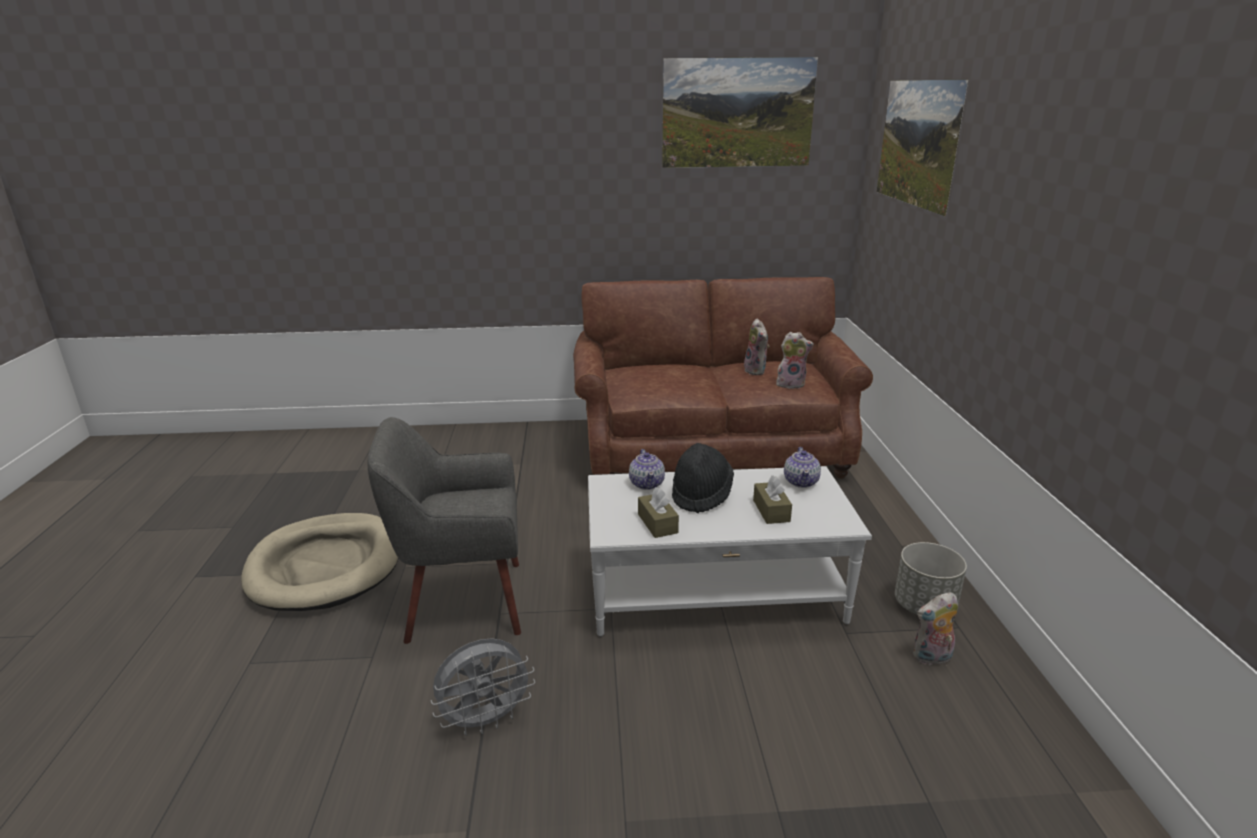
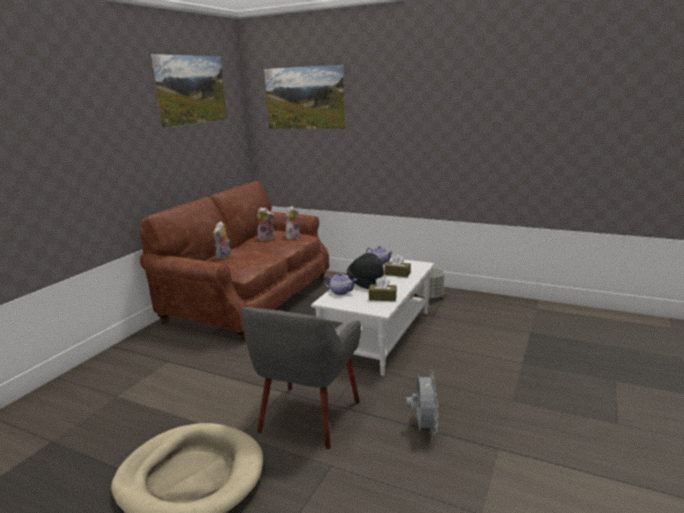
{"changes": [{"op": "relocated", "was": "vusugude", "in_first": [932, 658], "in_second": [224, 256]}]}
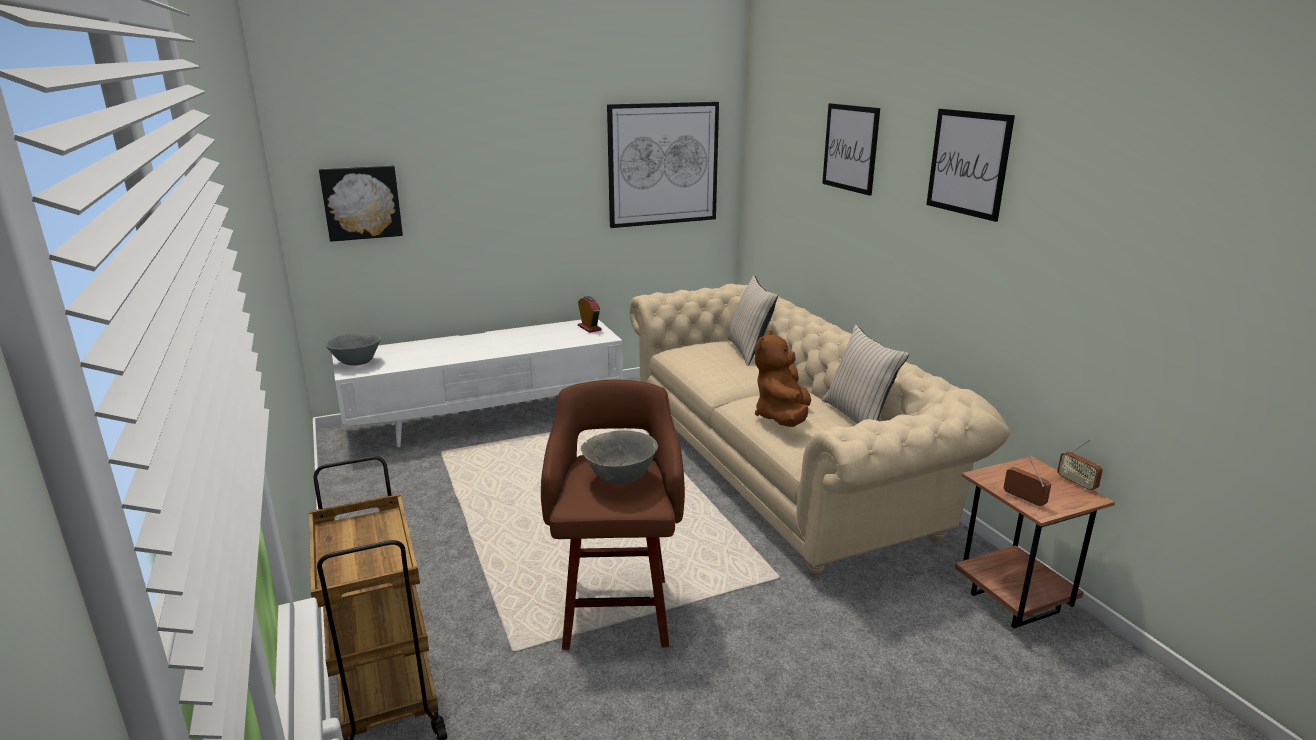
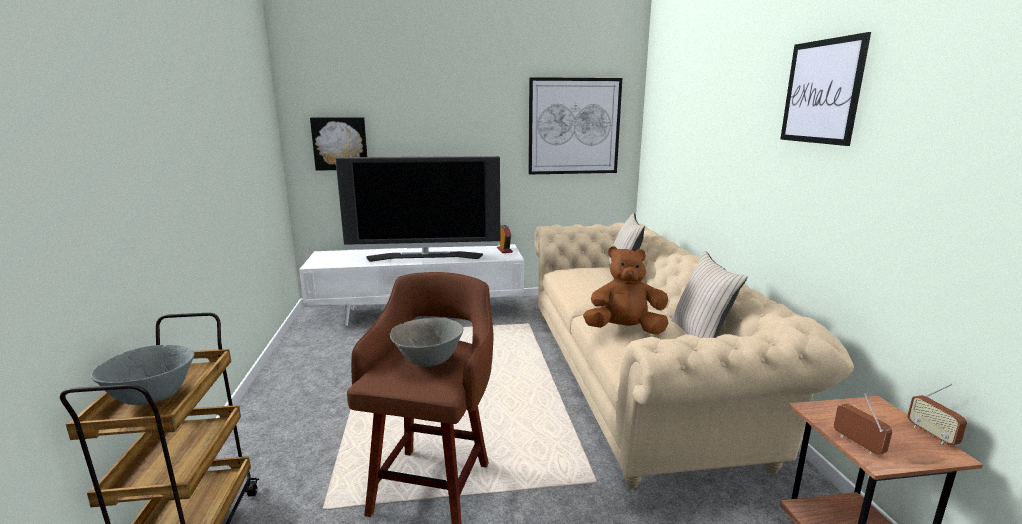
{"changes": [{"op": "missing", "was": "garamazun", "in_first": [850, 148]}, {"op": "appeared", "now": "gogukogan", "in_second": [425, 257]}, {"op": "relocated", "was": "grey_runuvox", "in_first": [356, 363], "in_second": [152, 398]}, {"op": "spun", "was": "brown_vusugude", "in_first": [782, 418], "in_second": [624, 330], "clockwise": 60}]}
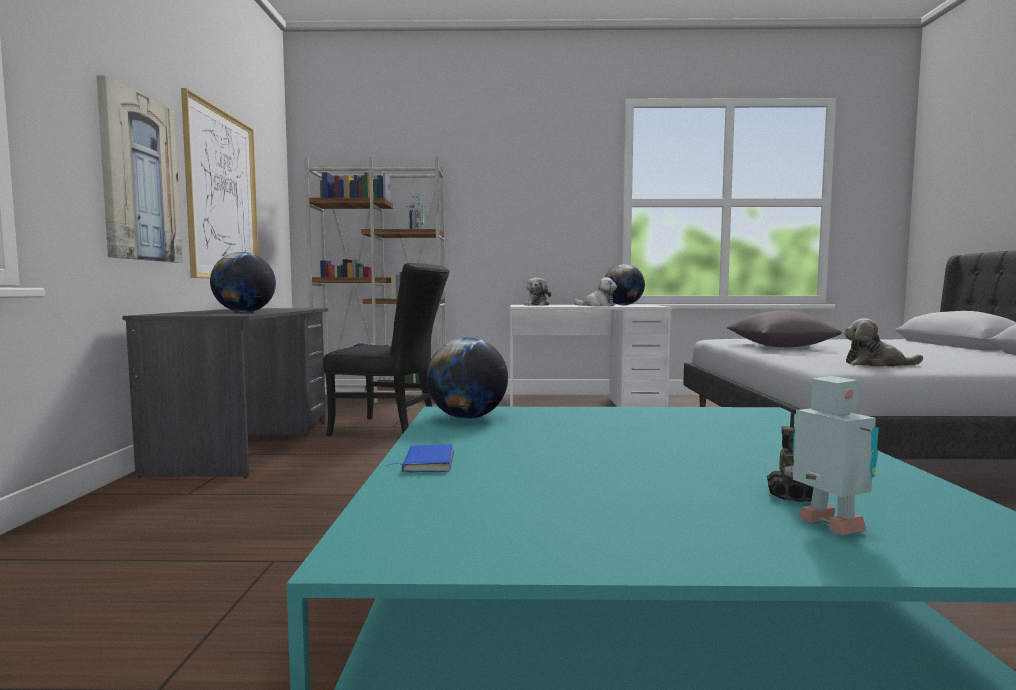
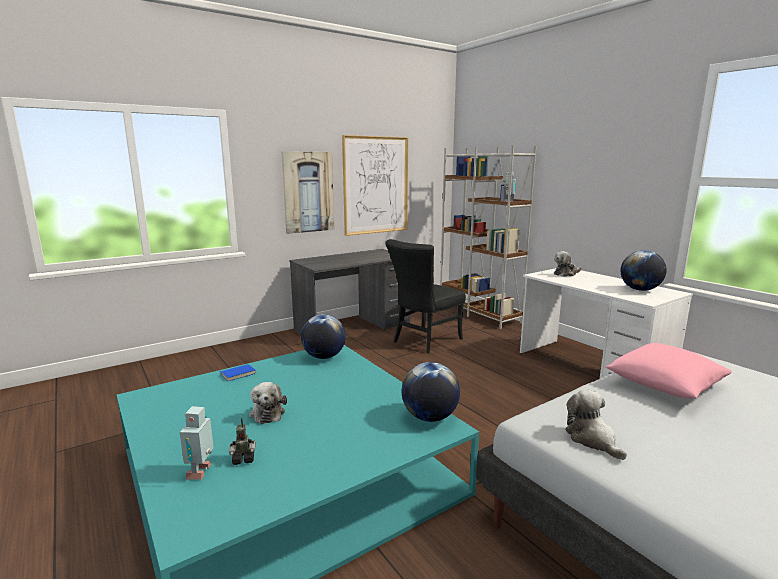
{"changes": [{"op": "relocated", "was": "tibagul", "in_first": [245, 312], "in_second": [430, 417]}, {"op": "relocated", "was": "vusugude", "in_first": [597, 306], "in_second": [267, 412]}, {"op": "colour", "was": "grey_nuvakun", "now": "pink_nuvakun", "in_first": [779, 347], "in_second": [663, 385]}, {"op": "spun", "was": "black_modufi", "in_first": [392, 429], "in_second": [424, 341], "clockwise": 60}, {"op": "spun", "was": "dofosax", "in_first": [829, 526], "in_second": [201, 471], "clockwise": 150}]}
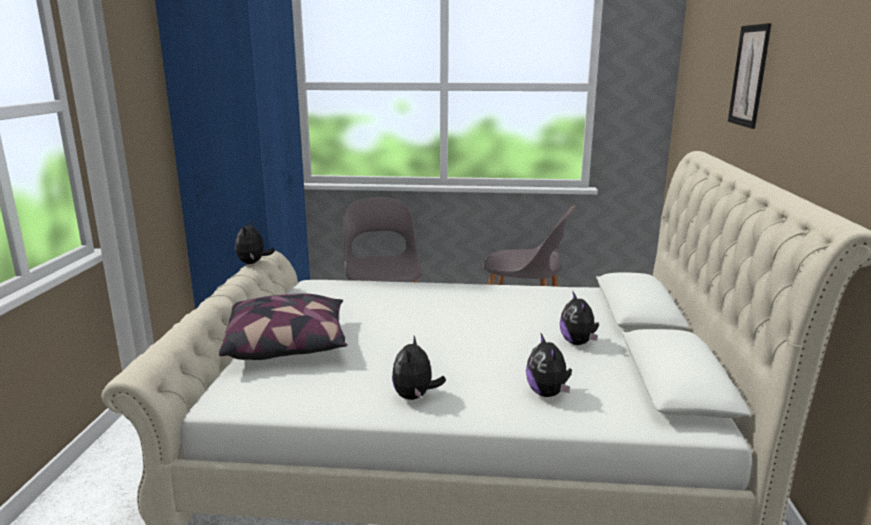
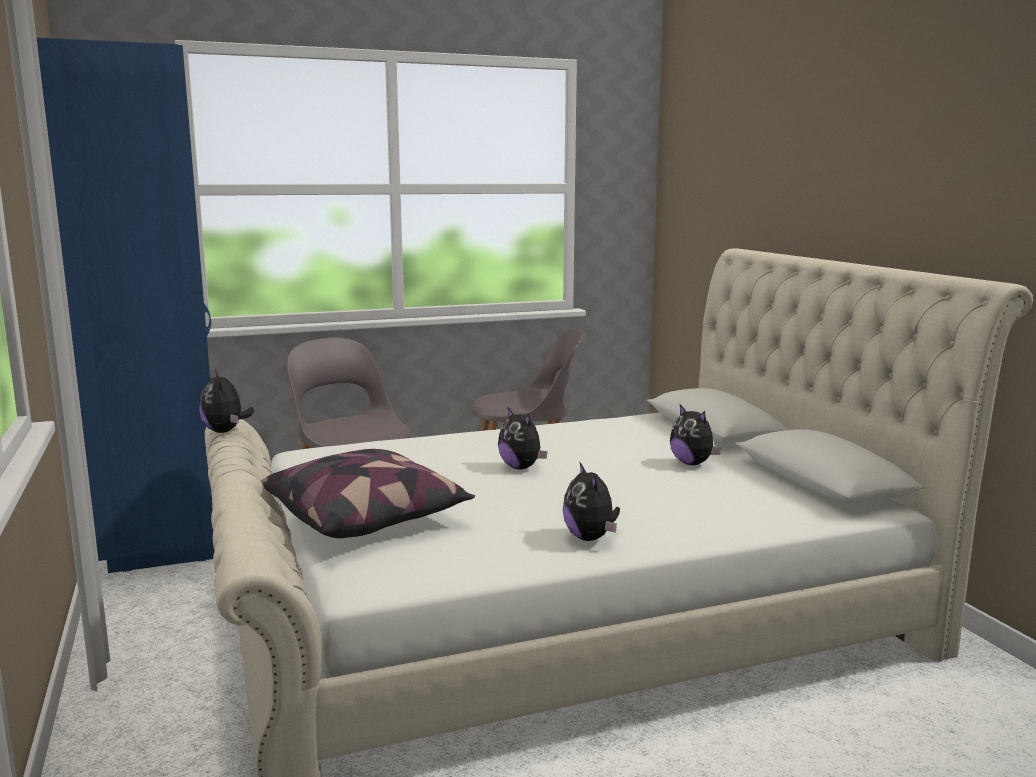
{"changes": [{"op": "missing", "was": "garamazun", "in_first": [749, 76]}, {"op": "relocated", "was": "vusugude", "in_first": [548, 393], "in_second": [521, 467]}]}
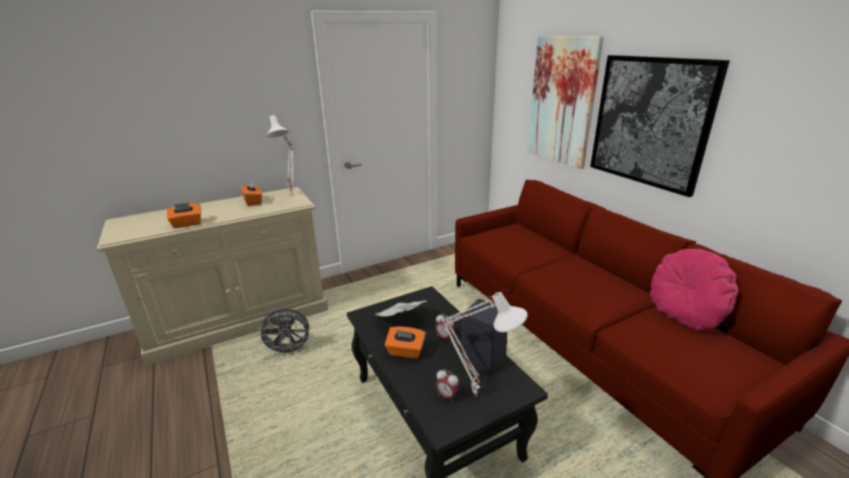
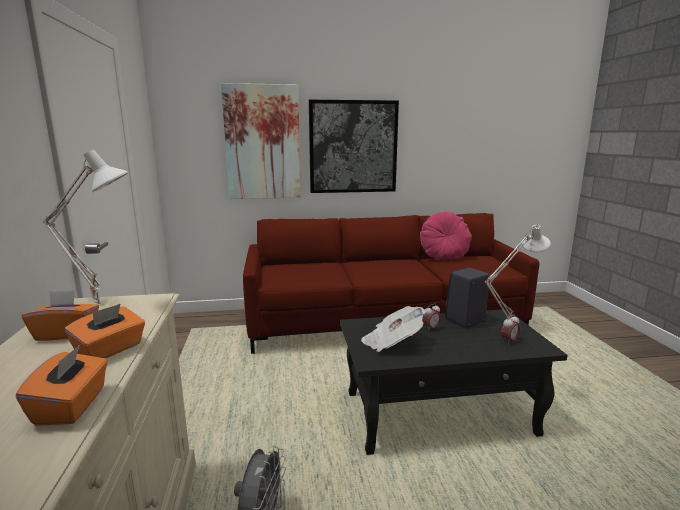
{"changes": [{"op": "relocated", "was": "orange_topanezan", "in_first": [405, 351], "in_second": [110, 350]}]}
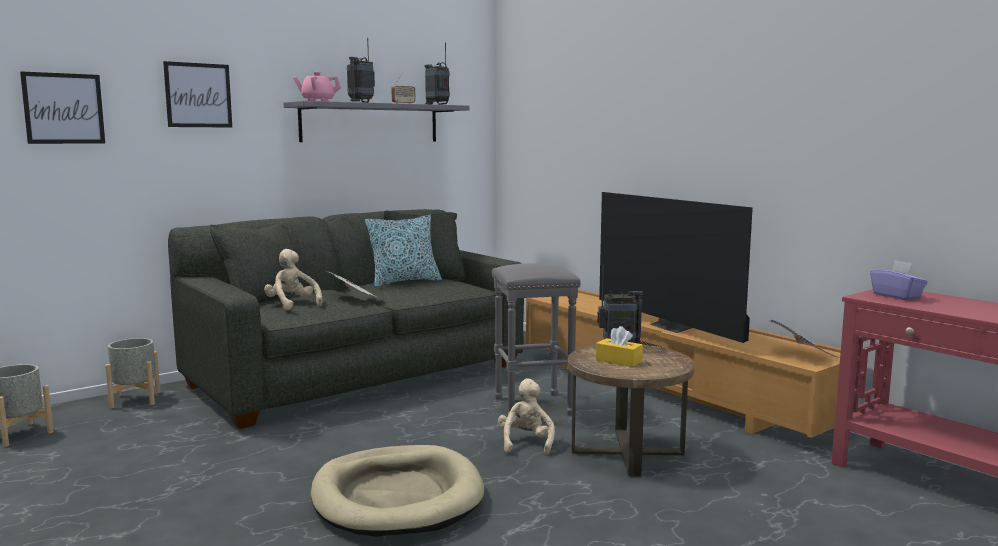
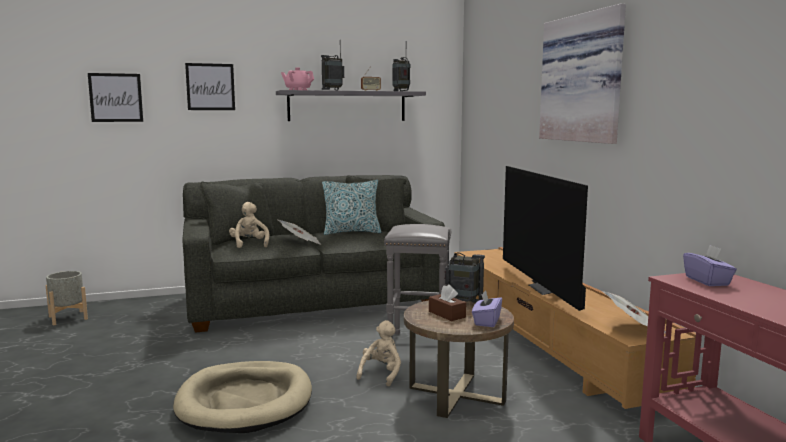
{"changes": [{"op": "missing", "was": "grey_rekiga", "in_first": [135, 399]}, {"op": "appeared", "now": "purple_topanezan", "in_second": [486, 321]}, {"op": "appeared", "now": "garamazun", "in_second": [584, 78]}, {"op": "colour", "was": "yellow_topanezan", "now": "brown_topanezan", "in_first": [619, 361], "in_second": [446, 314]}]}
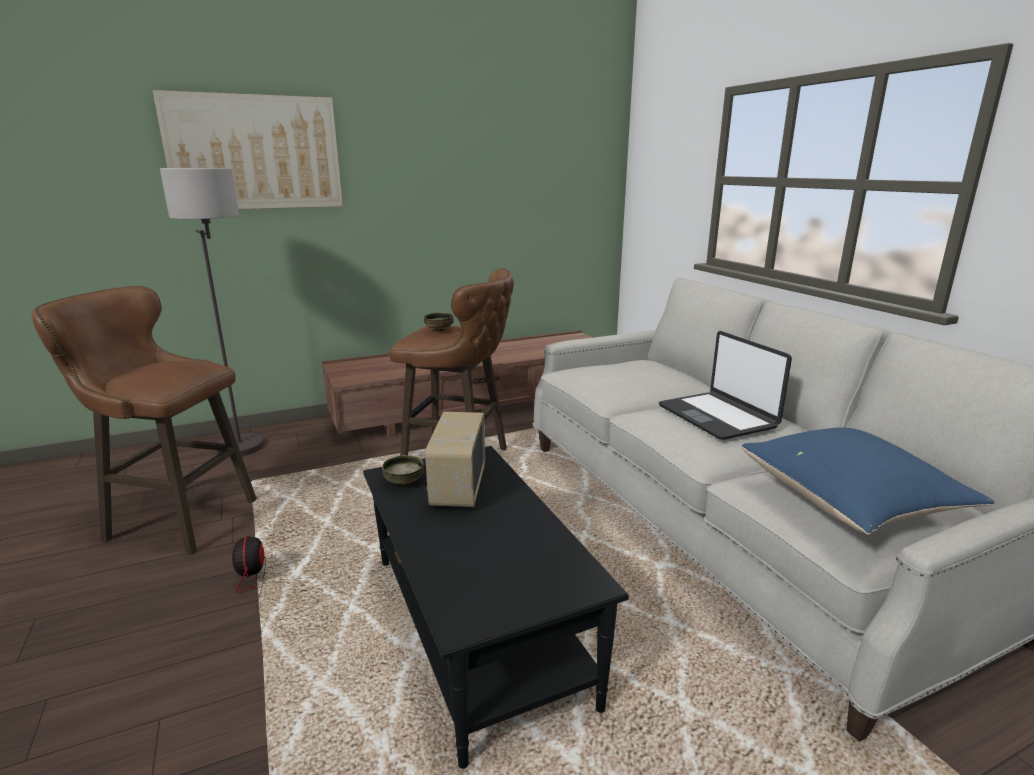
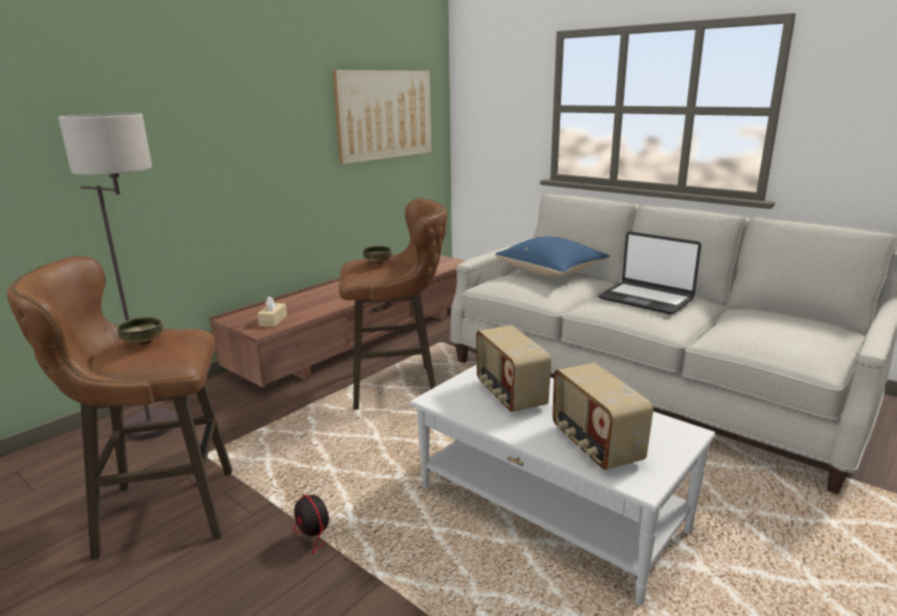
{"changes": [{"op": "appeared", "now": "beige_topanezan", "in_second": [273, 320]}, {"op": "appeared", "now": "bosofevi", "in_second": [594, 445]}, {"op": "relocated", "was": "garamazun", "in_first": [255, 153], "in_second": [385, 115]}, {"op": "relocated", "was": "runuvox", "in_first": [403, 482], "in_second": [142, 342]}, {"op": "relocated", "was": "blue_nuvakun", "in_first": [851, 504], "in_second": [552, 273]}, {"op": "colour", "was": "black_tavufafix", "now": "white_tavufafix", "in_first": [477, 627], "in_second": [550, 509]}]}
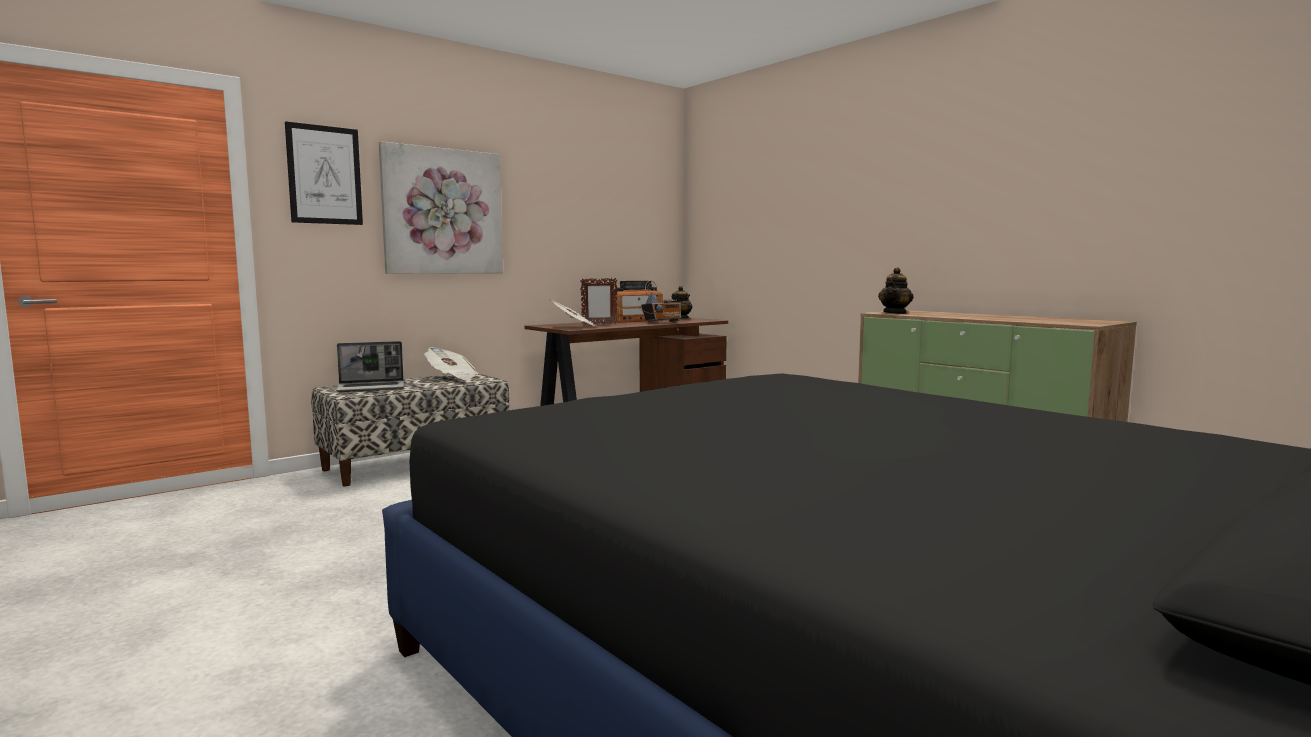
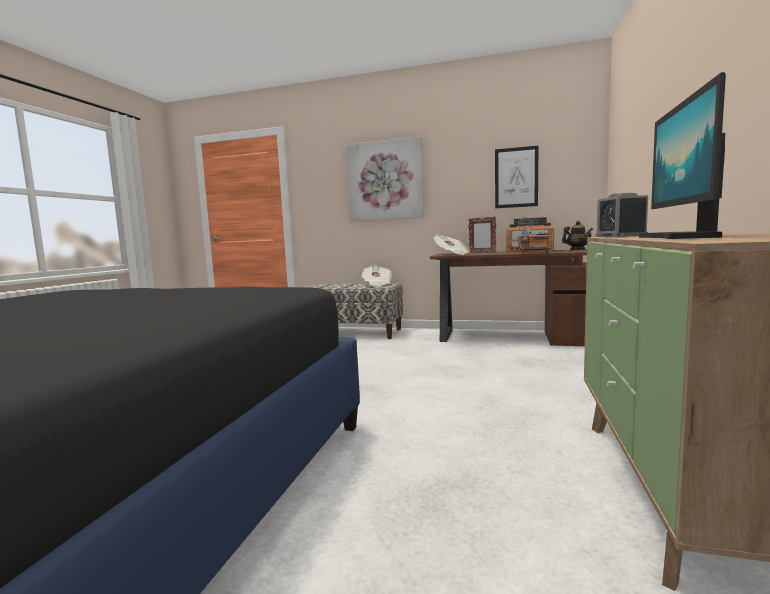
{"changes": [{"op": "missing", "was": "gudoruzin", "in_first": [372, 388]}, {"op": "appeared", "now": "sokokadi", "in_second": [680, 237]}, {"op": "relocated", "was": "garamazun", "in_first": [324, 175], "in_second": [516, 177]}, {"op": "exchanged", "was": "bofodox", "now": "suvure", "in_first": [895, 313], "in_second": [620, 236]}]}
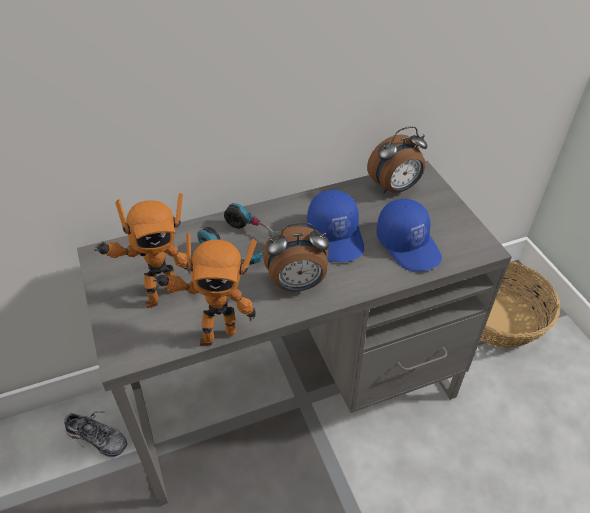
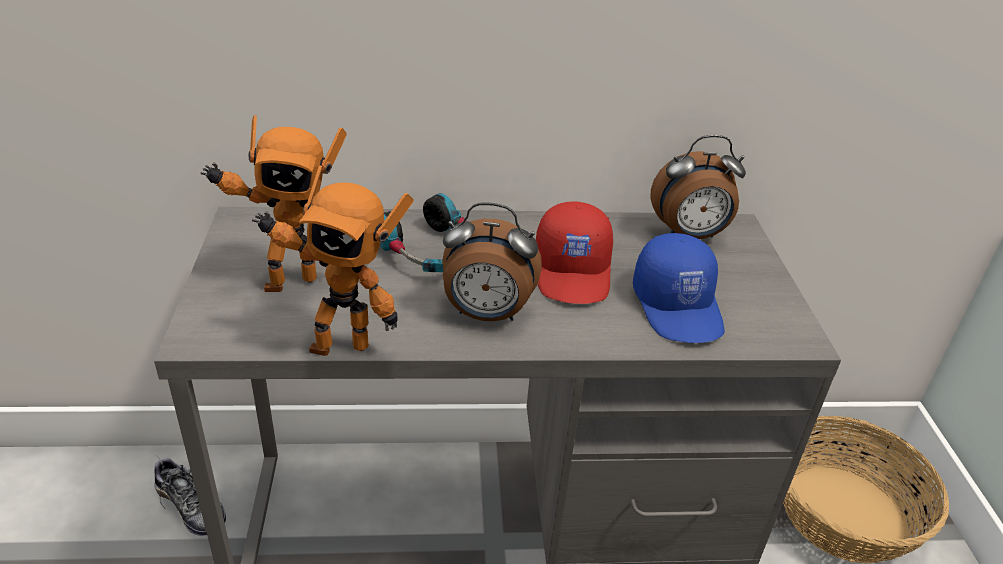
{"changes": [{"op": "colour", "was": "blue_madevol", "now": "red_madevol", "in_first": [336, 236], "in_second": [574, 272]}]}
